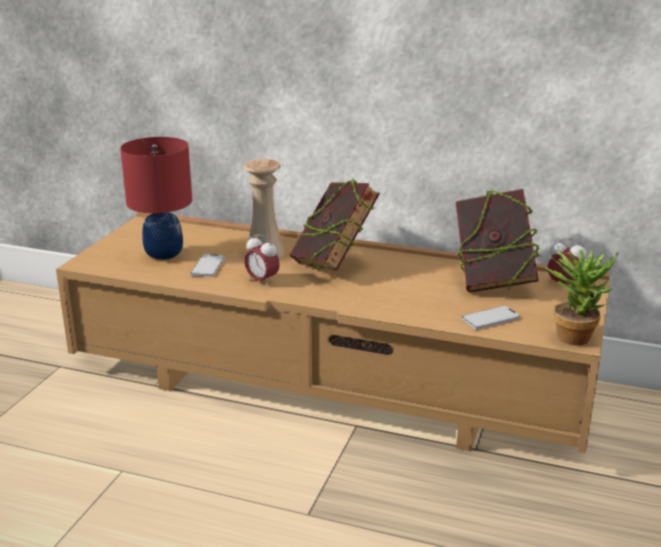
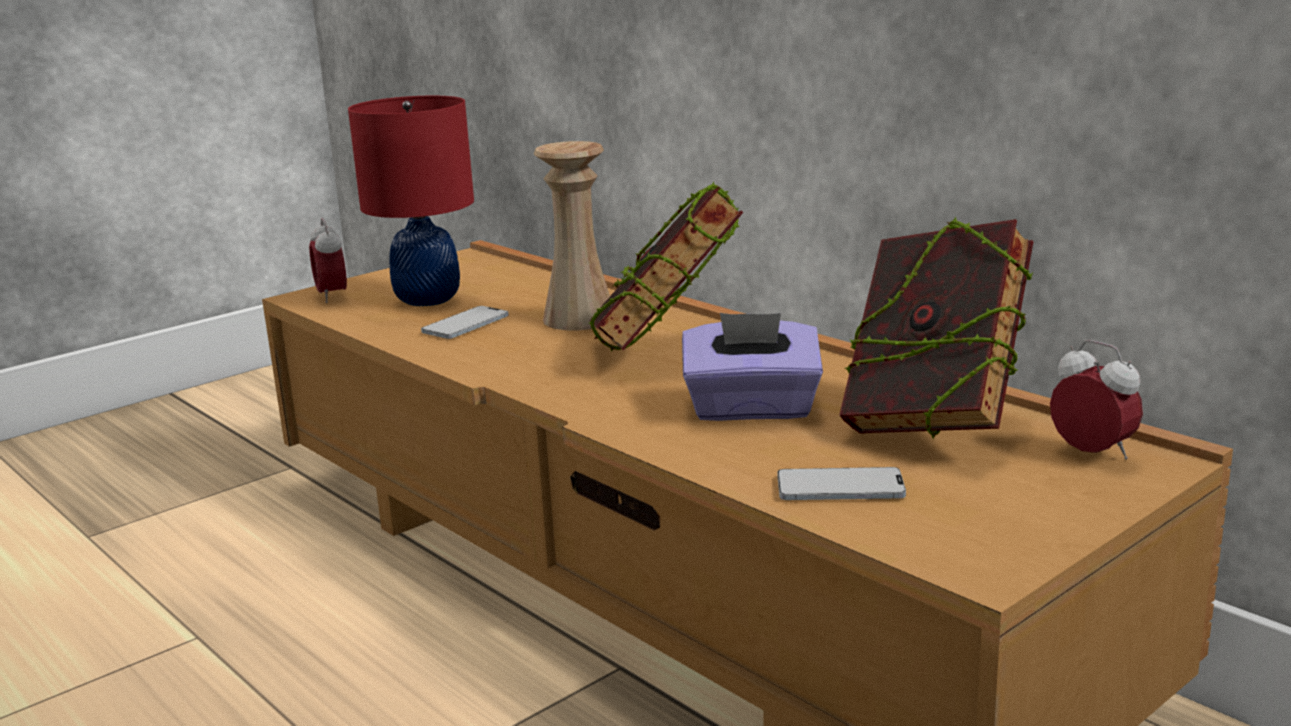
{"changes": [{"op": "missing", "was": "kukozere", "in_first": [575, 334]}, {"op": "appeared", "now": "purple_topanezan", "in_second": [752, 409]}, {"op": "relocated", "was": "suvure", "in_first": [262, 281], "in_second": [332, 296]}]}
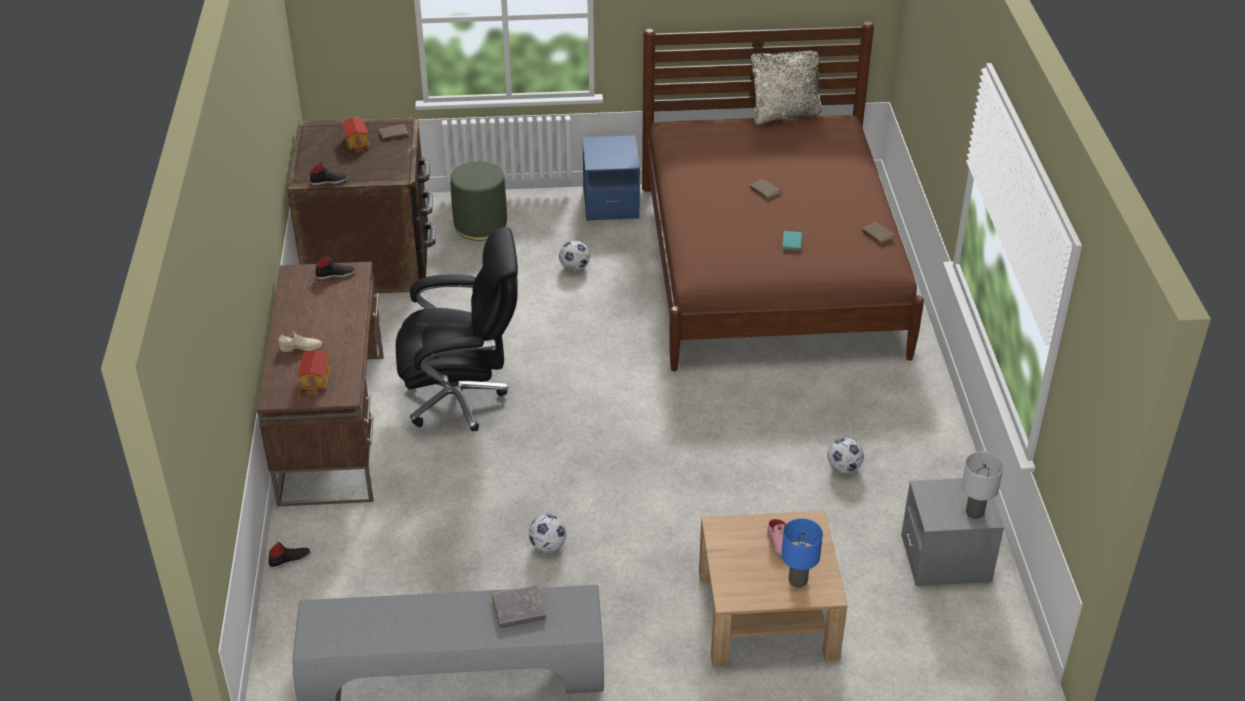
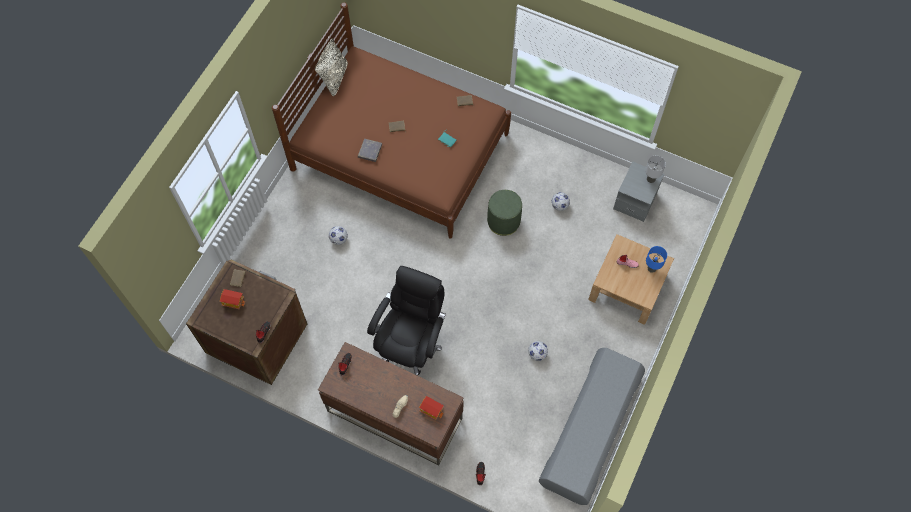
{"changes": [{"op": "missing", "was": "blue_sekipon", "in_first": [611, 203]}, {"op": "relocated", "was": "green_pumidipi", "in_first": [480, 225], "in_second": [503, 221]}, {"op": "relocated", "was": "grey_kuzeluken", "in_first": [519, 609], "in_second": [370, 151]}]}
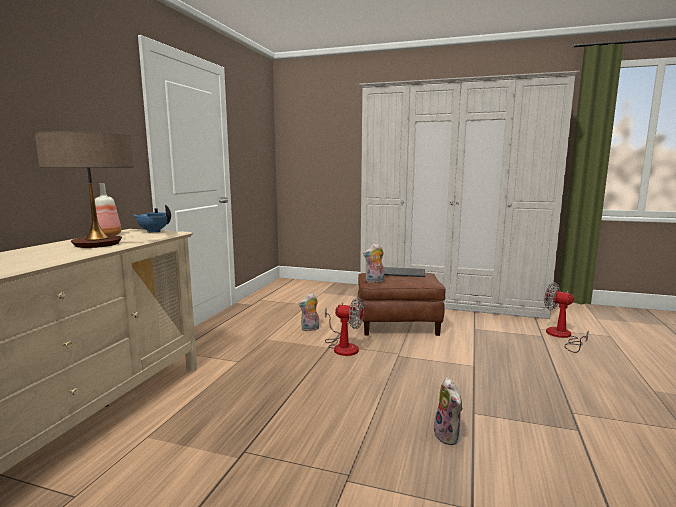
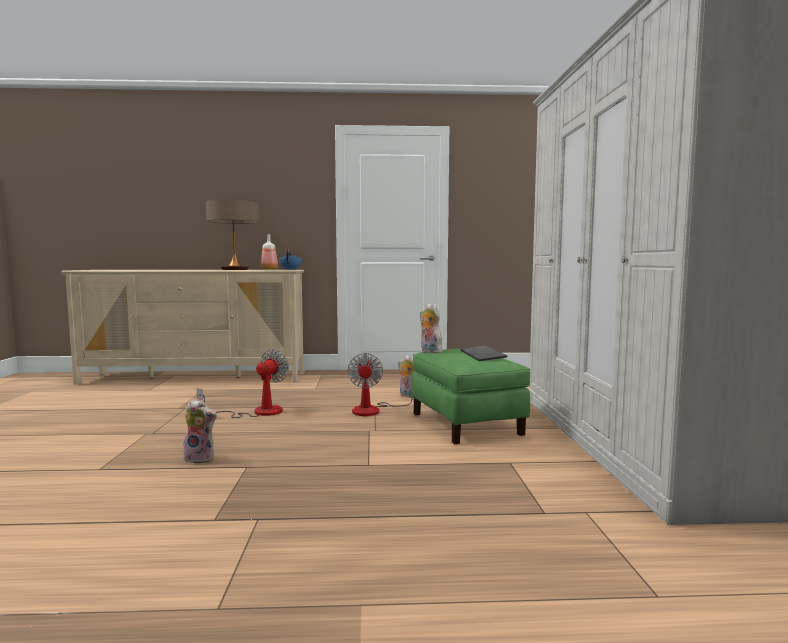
{"changes": [{"op": "relocated", "was": "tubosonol", "in_first": [562, 336], "in_second": [257, 412]}, {"op": "colour", "was": "brown_pumidipi", "now": "green_pumidipi", "in_first": [398, 325], "in_second": [466, 424]}, {"op": "spun", "was": "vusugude", "in_first": [448, 436], "in_second": [201, 458], "clockwise": -135}]}
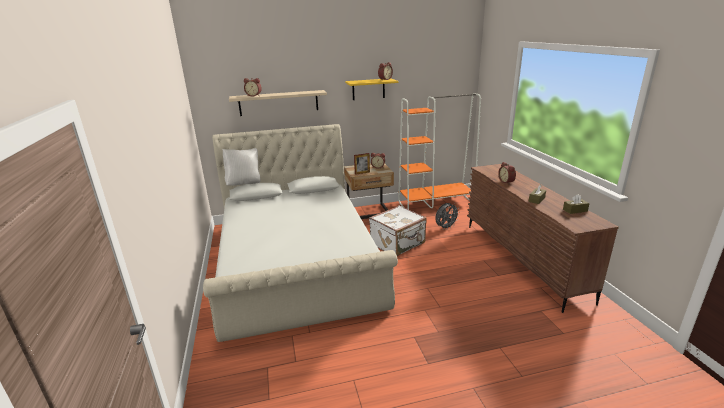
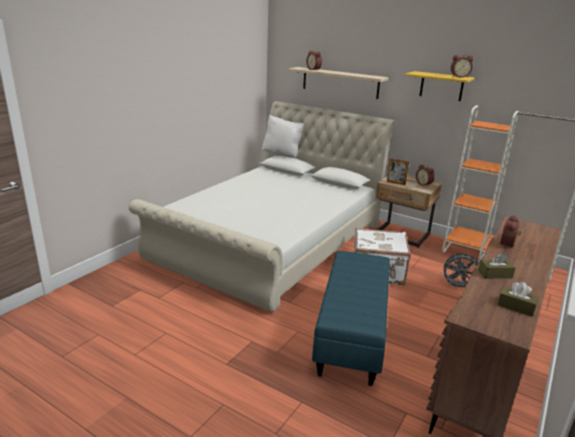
{"changes": [{"op": "appeared", "now": "blue_pumidipi", "in_second": [350, 335]}]}
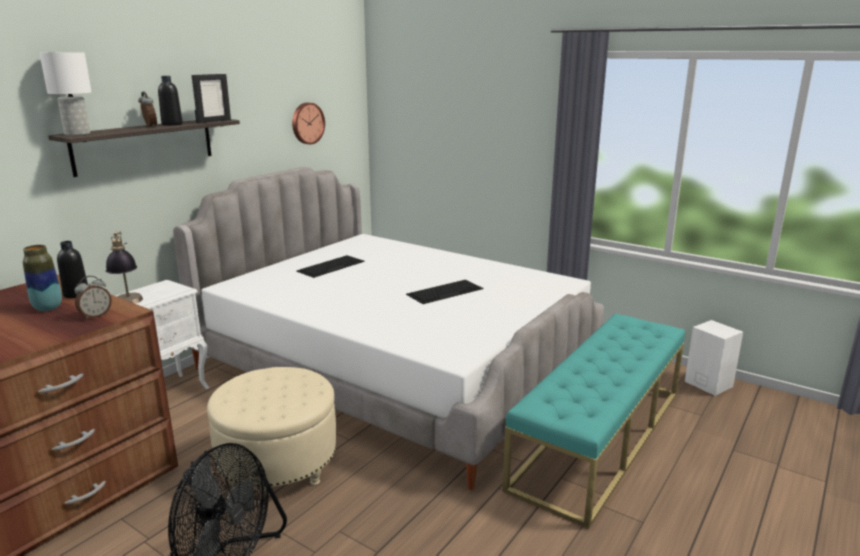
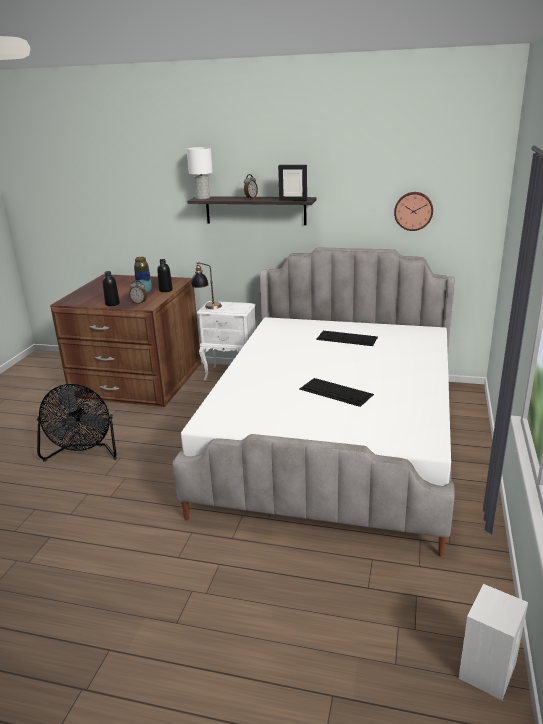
{"changes": [{"op": "missing", "was": "beige_pumidipi", "in_first": [278, 464]}, {"op": "missing", "was": "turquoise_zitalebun", "in_first": [599, 437]}, {"op": "relocated", "was": "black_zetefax", "in_first": [172, 124], "in_second": [112, 304]}]}
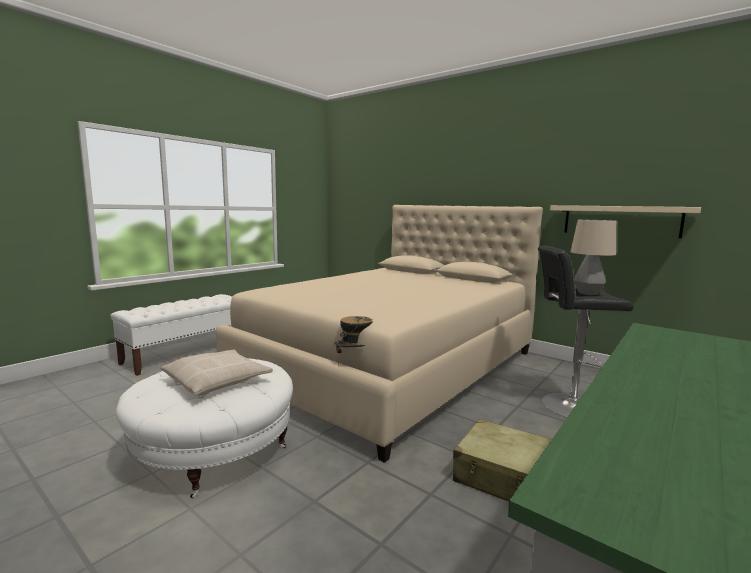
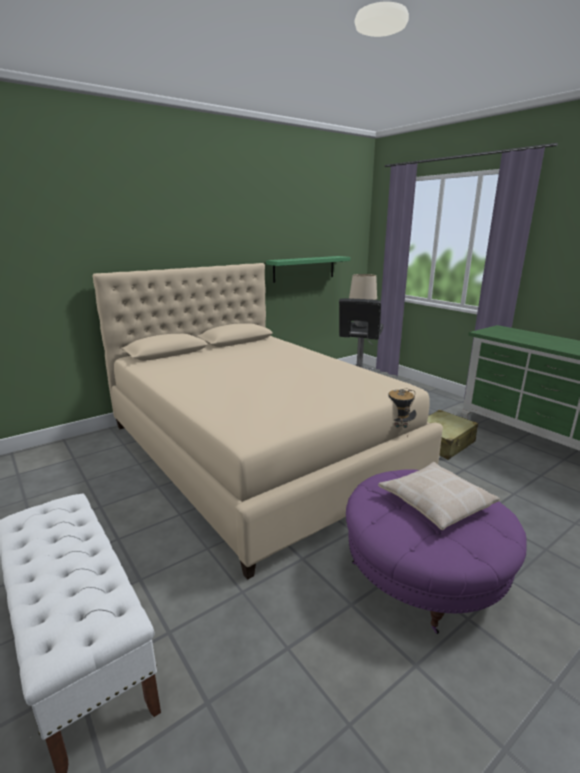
{"changes": [{"op": "colour", "was": "white_pumidipi", "now": "purple_pumidipi", "in_first": [214, 451], "in_second": [423, 572]}, {"op": "colour", "was": "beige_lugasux", "now": "green_lugasux", "in_first": [620, 220], "in_second": [304, 268]}]}
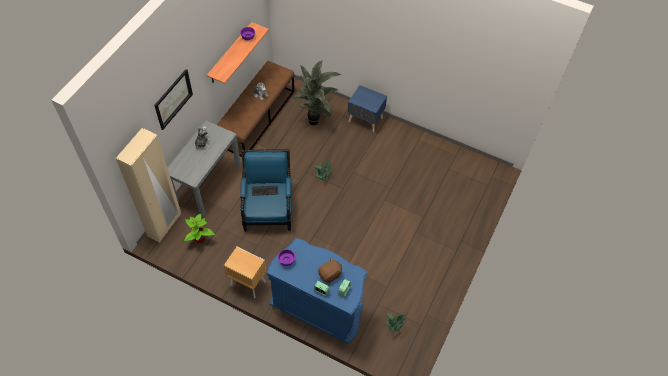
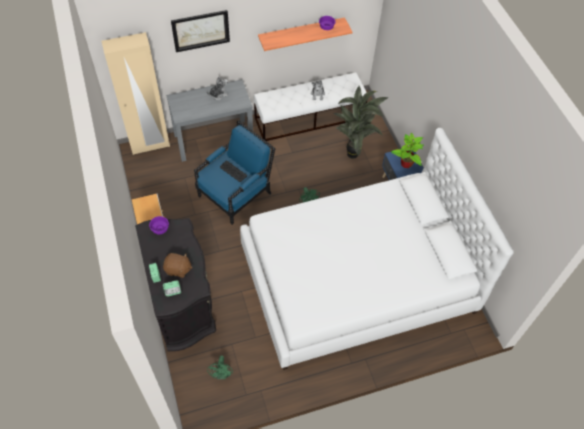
{"changes": [{"op": "appeared", "now": "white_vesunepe", "in_second": [357, 279]}, {"op": "relocated", "was": "kukozere", "in_first": [200, 239], "in_second": [406, 164]}, {"op": "colour", "was": "brown_zitalebun", "now": "white_zitalebun", "in_first": [257, 118], "in_second": [309, 118]}, {"op": "colour", "was": "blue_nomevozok", "now": "black_nomevozok", "in_first": [319, 308], "in_second": [183, 303]}]}
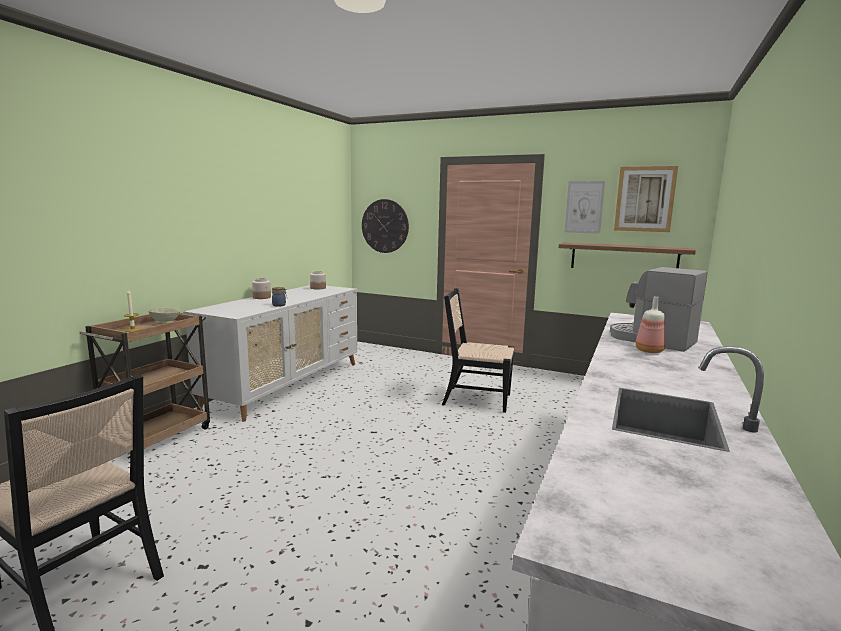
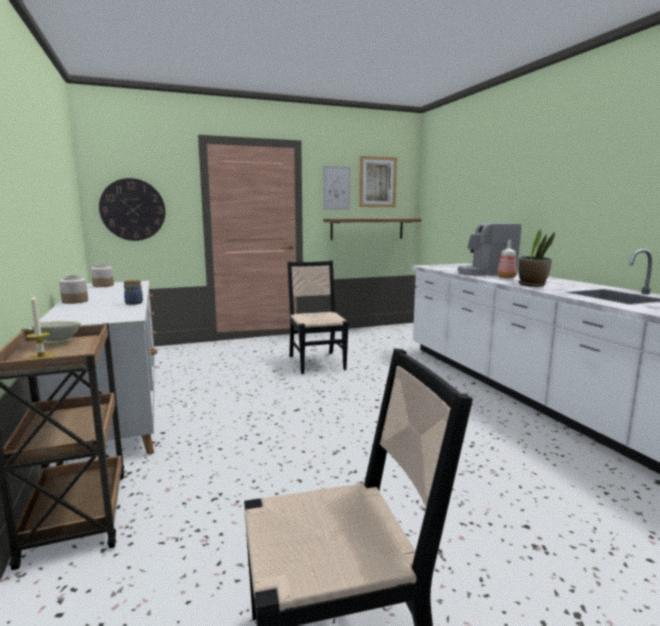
{"changes": [{"op": "appeared", "now": "kukozere", "in_second": [532, 285]}, {"op": "spun", "was": "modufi", "in_first": [476, 399], "in_second": [317, 362], "clockwise": 105}]}
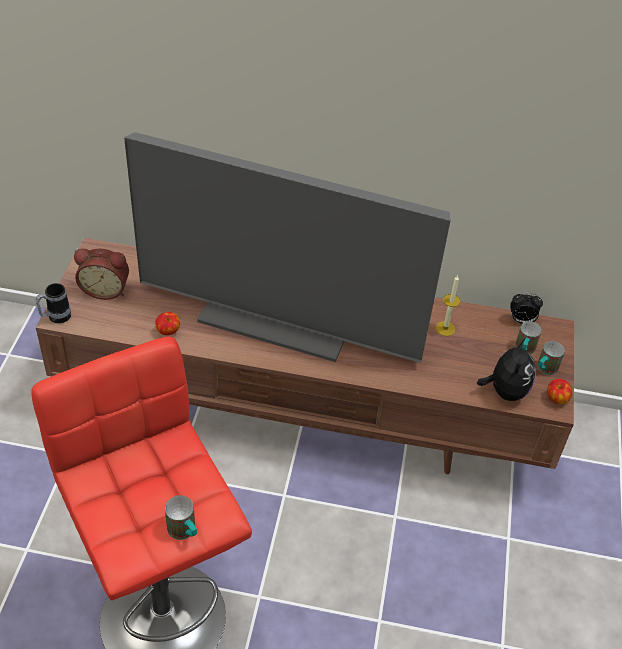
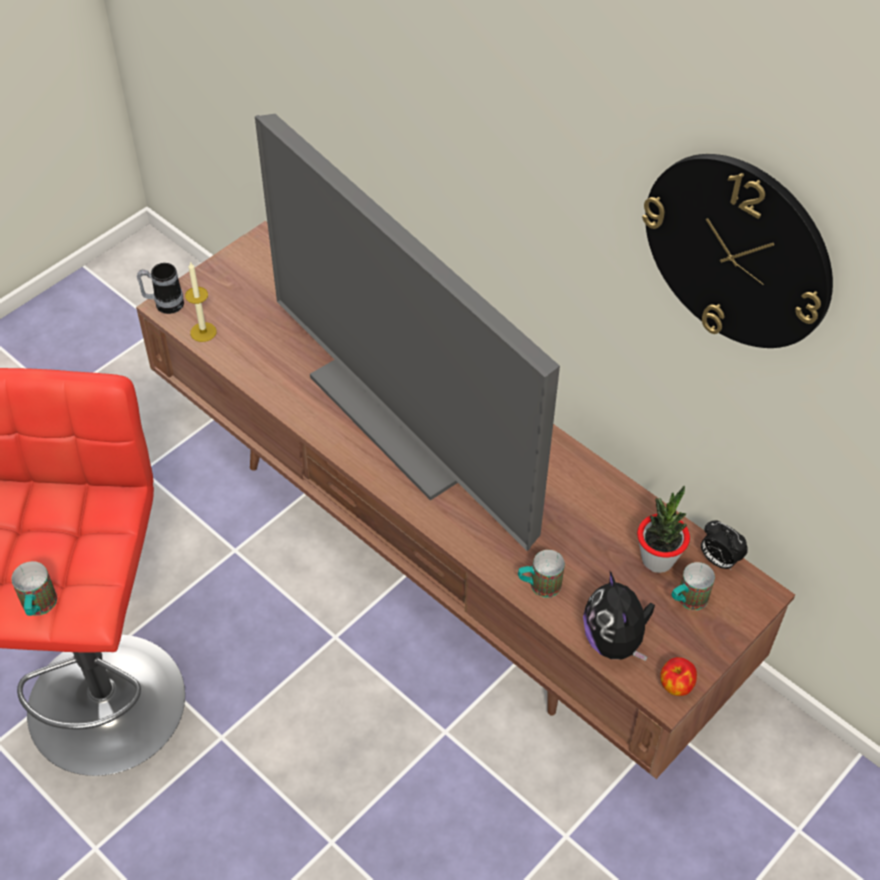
{"changes": [{"op": "missing", "was": "suvure", "in_first": [105, 289]}, {"op": "missing", "was": "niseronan", "in_first": [168, 331]}, {"op": "appeared", "now": "kukozere", "in_second": [657, 559]}, {"op": "appeared", "now": "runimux", "in_second": [738, 251]}, {"op": "relocated", "was": "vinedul", "in_first": [445, 328], "in_second": [203, 332]}, {"op": "relocated", "was": "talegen", "in_first": [544, 369], "in_second": [538, 586]}, {"op": "spun", "was": "vusugude", "in_first": [505, 391], "in_second": [615, 640], "clockwise": 120}]}
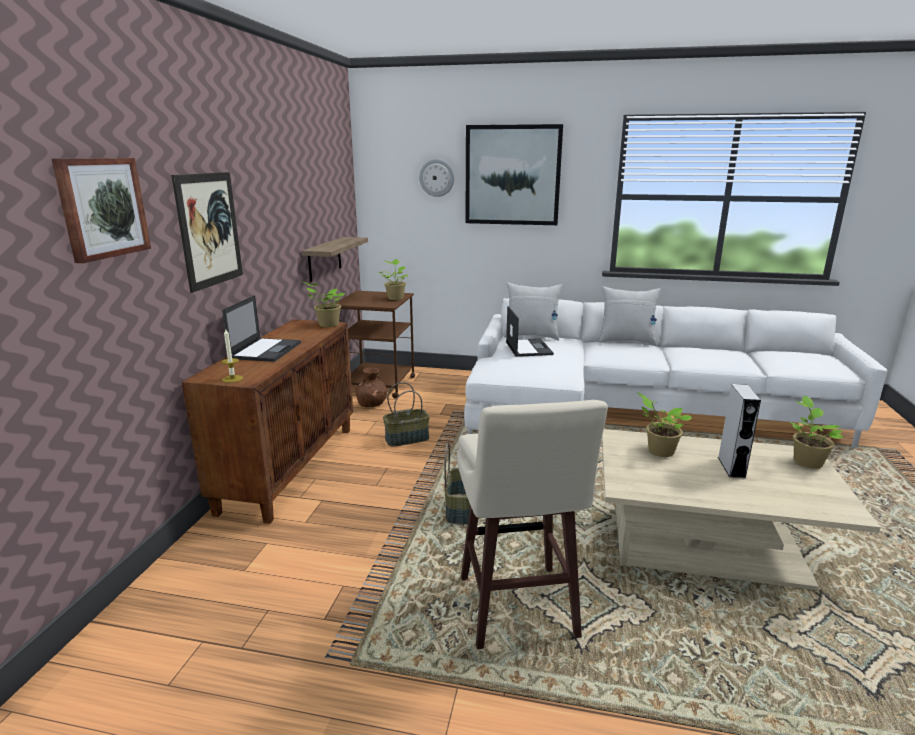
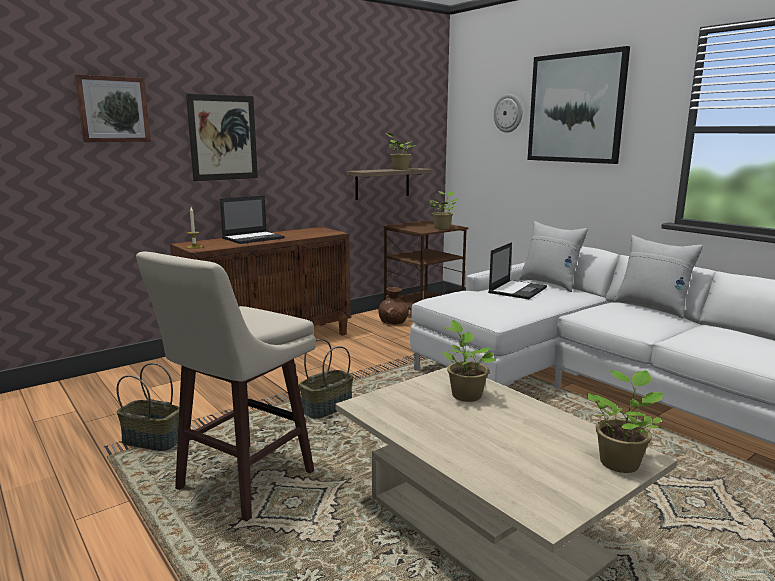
{"changes": [{"op": "missing", "was": "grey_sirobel", "in_first": [731, 467]}, {"op": "relocated", "was": "kukozere", "in_first": [327, 325], "in_second": [399, 169]}, {"op": "relocated", "was": "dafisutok", "in_first": [407, 438], "in_second": [153, 441]}]}
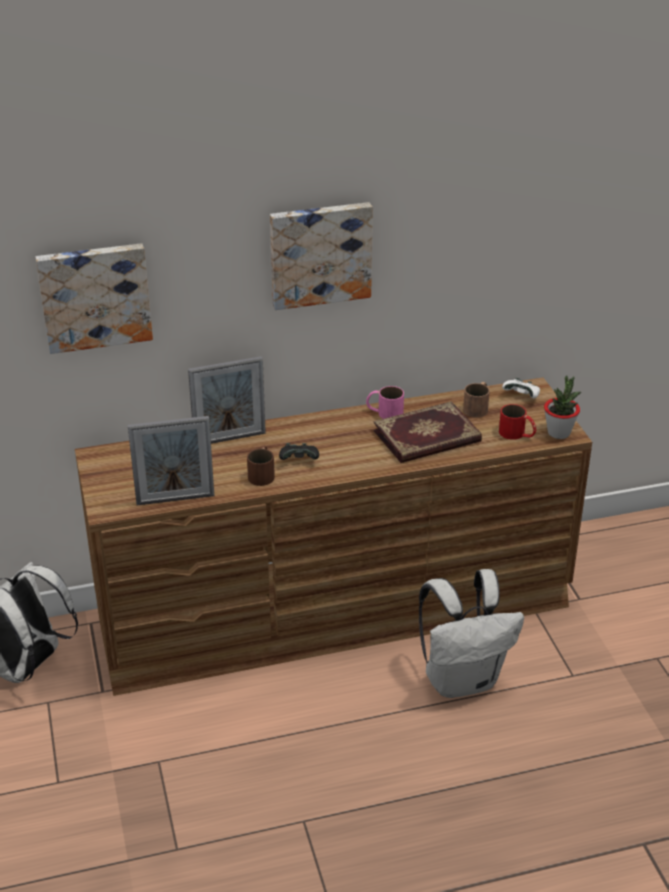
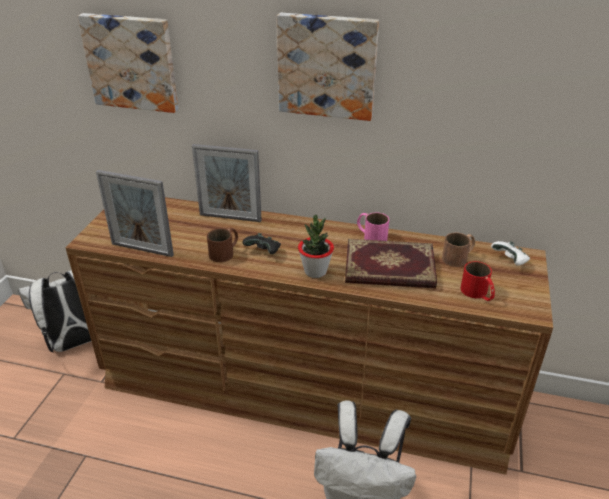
{"changes": [{"op": "relocated", "was": "kukozere", "in_first": [559, 433], "in_second": [315, 271]}]}
